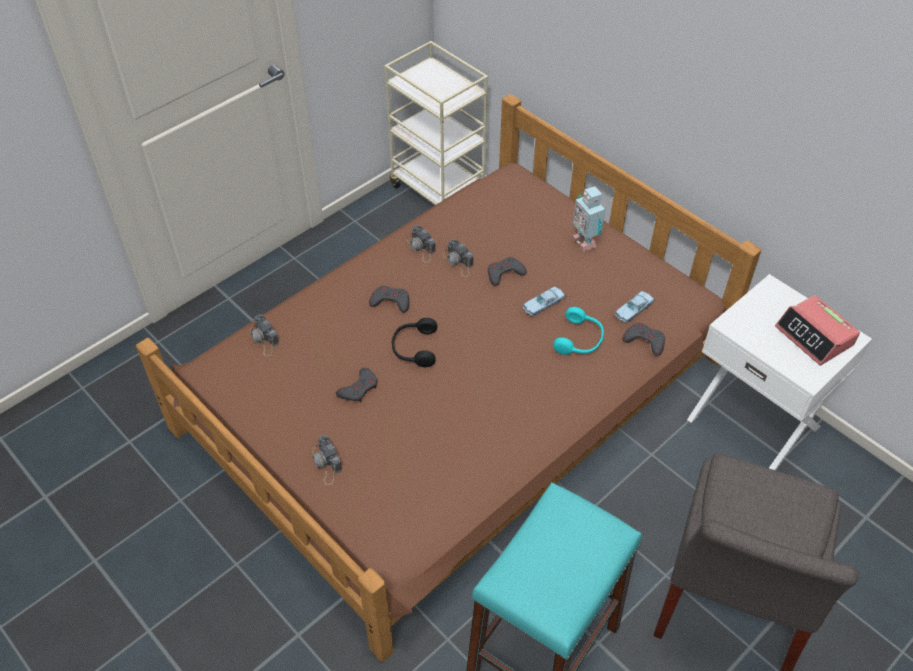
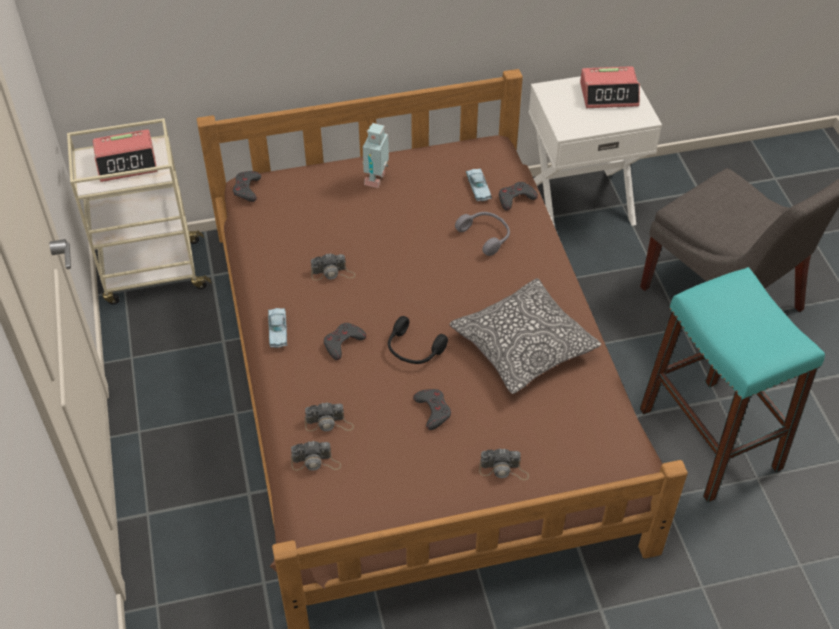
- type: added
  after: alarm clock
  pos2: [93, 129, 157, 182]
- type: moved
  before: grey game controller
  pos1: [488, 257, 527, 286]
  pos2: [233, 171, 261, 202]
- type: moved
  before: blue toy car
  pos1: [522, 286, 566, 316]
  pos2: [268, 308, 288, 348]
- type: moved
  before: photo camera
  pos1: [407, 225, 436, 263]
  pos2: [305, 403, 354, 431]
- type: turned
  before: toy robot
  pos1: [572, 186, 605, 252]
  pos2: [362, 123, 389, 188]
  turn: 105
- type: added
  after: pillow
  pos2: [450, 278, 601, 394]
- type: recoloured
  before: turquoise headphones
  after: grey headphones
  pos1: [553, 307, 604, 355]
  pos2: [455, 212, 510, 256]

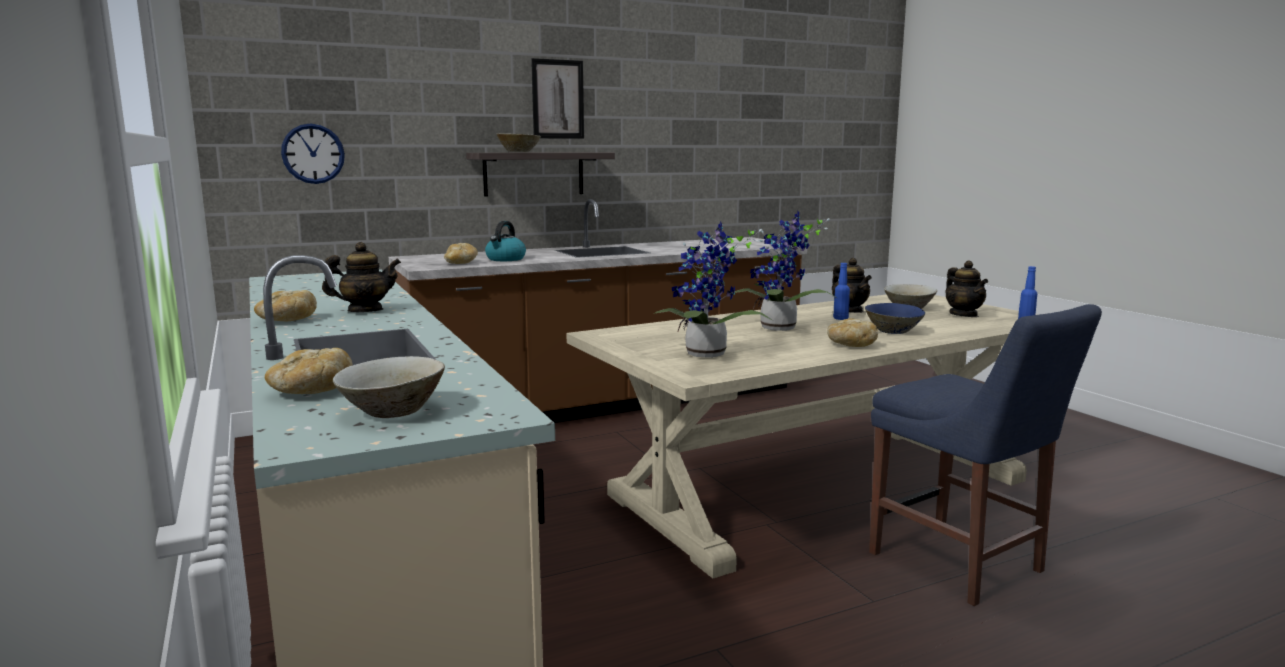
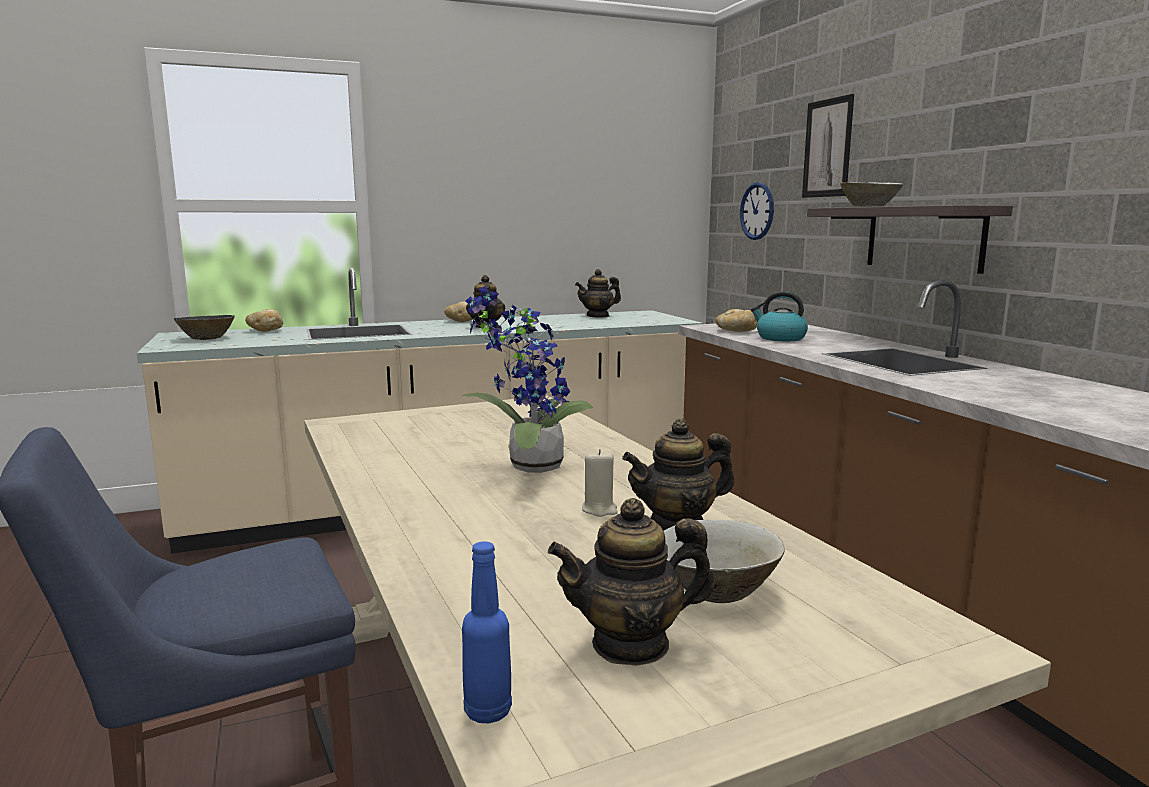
- type: recoloured
  before: beige bowl
  after: black bowl
  pos1: [333, 356, 445, 418]
  pos2: [174, 315, 235, 340]
- type: added
  after: teapot
  pos2: [575, 269, 621, 318]
- type: replaced
  before: blue bottle
  after: beige candle
  pos1: [833, 263, 850, 320]
  pos2: [582, 449, 618, 517]
- type: moved
  before: picture
  pos1: [531, 58, 584, 139]
  pos2: [802, 94, 854, 198]
- type: removed
  before: potted plant
  pos1: [654, 221, 772, 358]
- type: removed
  before: bread
  pos1: [827, 318, 878, 347]
- type: removed
  before: blue bowl
  pos1: [865, 303, 925, 334]

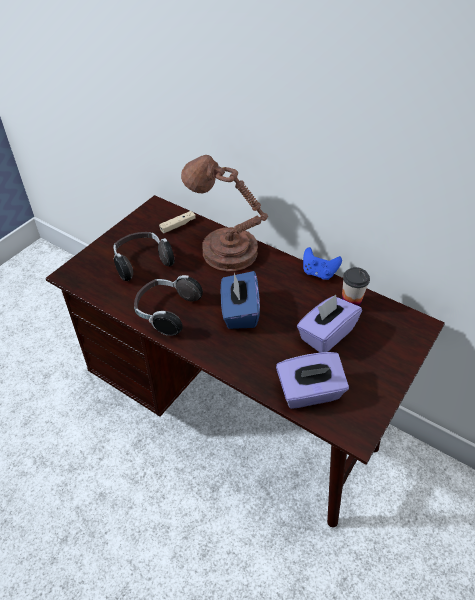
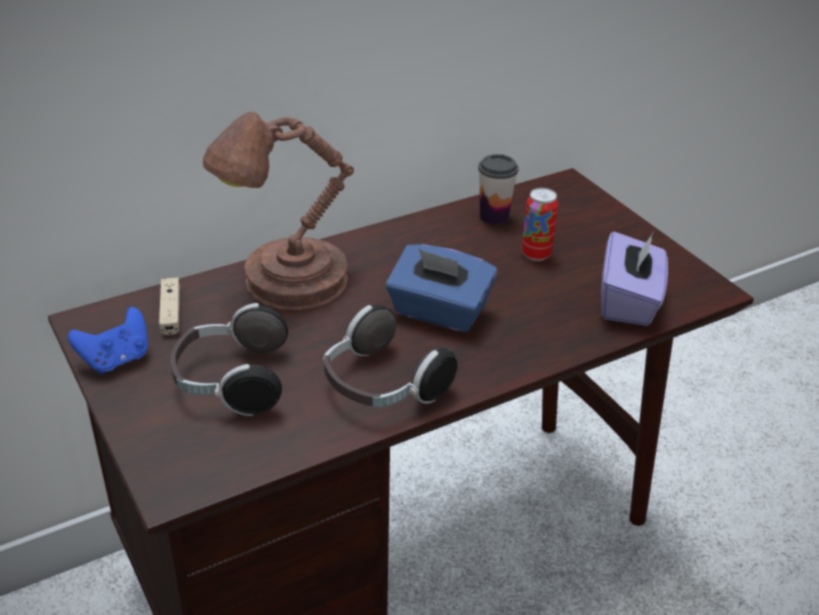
- type: moved
  before: blue game controller
  pos1: [303, 247, 342, 280]
  pos2: [68, 307, 148, 374]
- type: replaced
  before: purple tissue box
  after: can
  pos1: [297, 295, 362, 353]
  pos2: [522, 188, 558, 261]

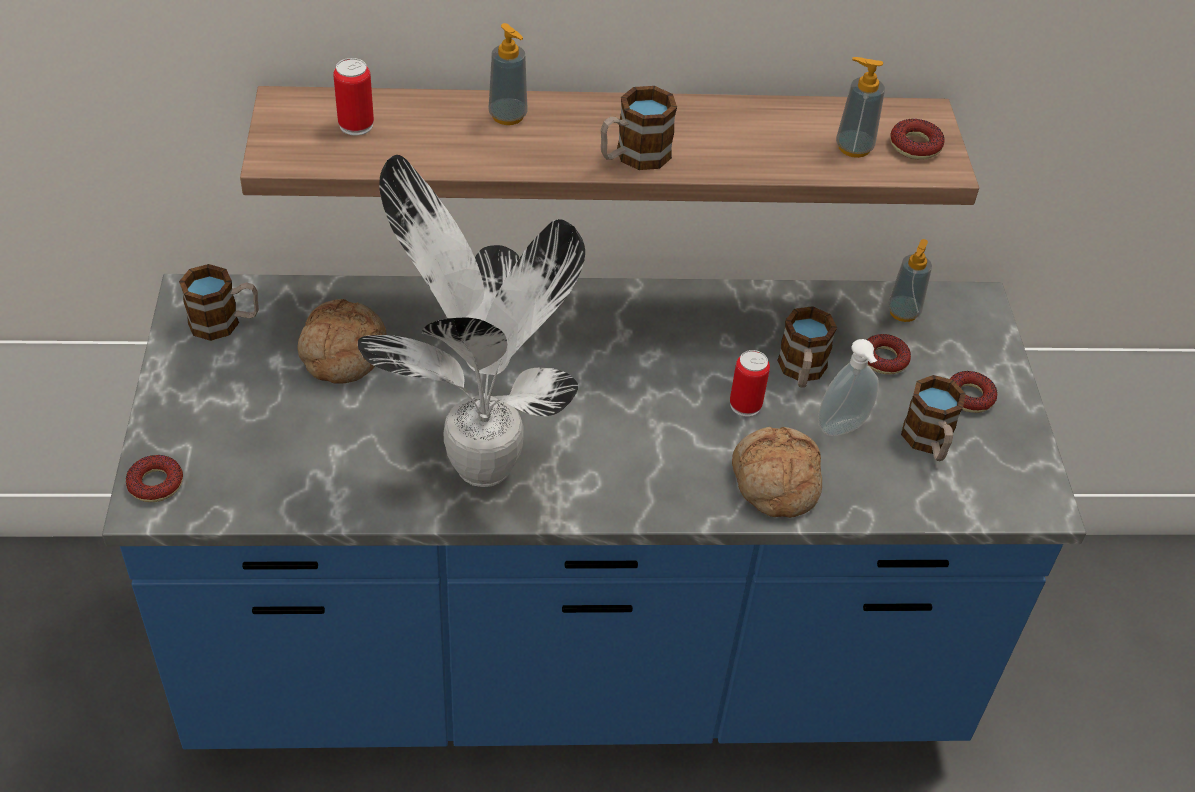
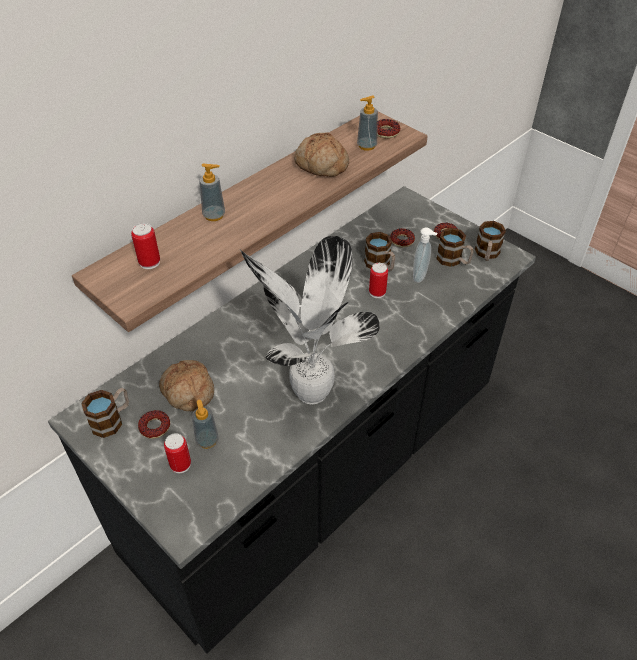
- type: recoloured
  before: blue counter
  after: black counter
  pos1: [102, 274, 1086, 749]
  pos2: [48, 186, 536, 654]
- type: moved
  before: donut
  pos1: [126, 455, 183, 502]
  pos2: [138, 410, 170, 439]
- type: added
  after: can
  pos2: [164, 433, 191, 473]
- type: moved
  before: soap dispenser
  pos1: [888, 239, 932, 322]
  pos2: [192, 400, 219, 449]
- type: moved
  before: bread
  pos1: [732, 427, 822, 518]
  pos2: [294, 133, 349, 177]
- type: moved
  before: mug
  pos1: [601, 86, 677, 170]
  pos2: [475, 221, 506, 261]

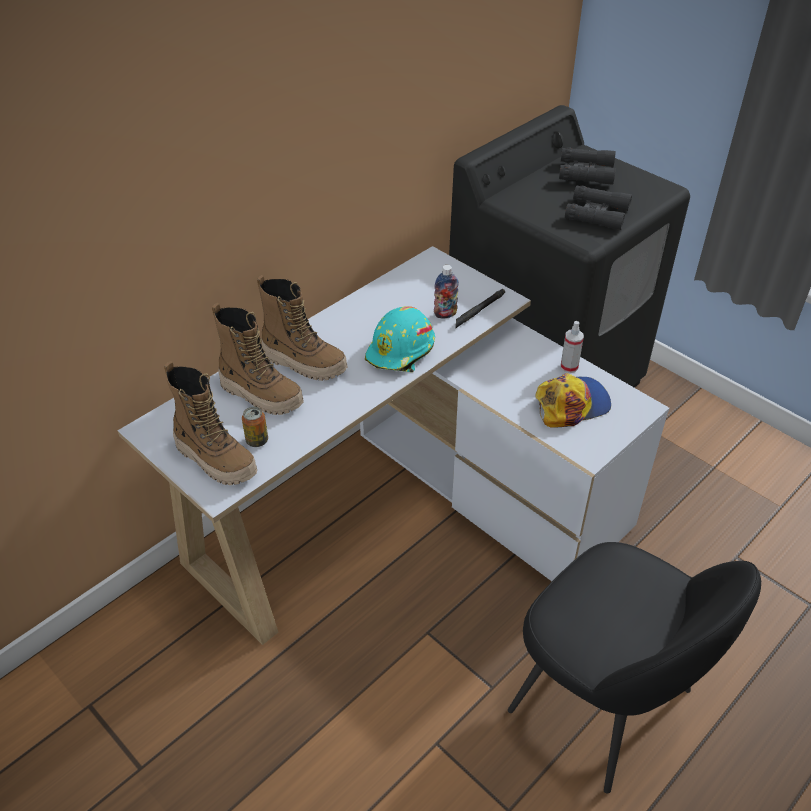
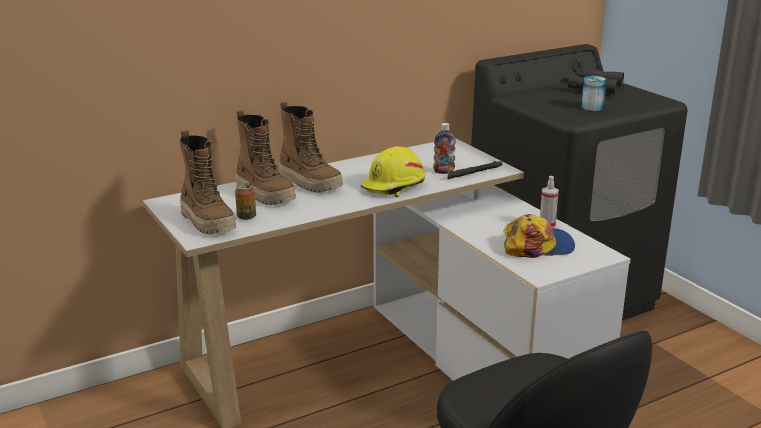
- type: recoloured
  before: turquoise hard hat
  after: yellow hard hat
  pos1: [365, 306, 435, 372]
  pos2: [361, 146, 425, 197]
- type: replaced
  before: black binoculars
  after: can
  pos1: [565, 185, 632, 230]
  pos2: [581, 76, 607, 111]

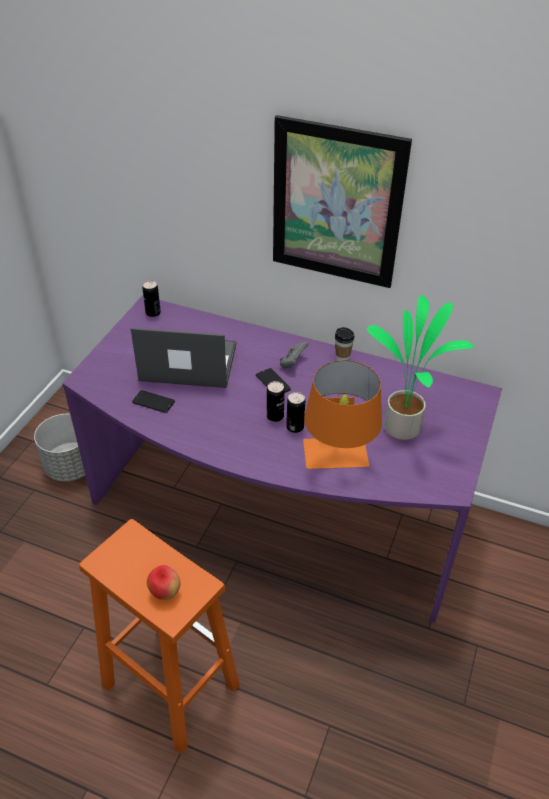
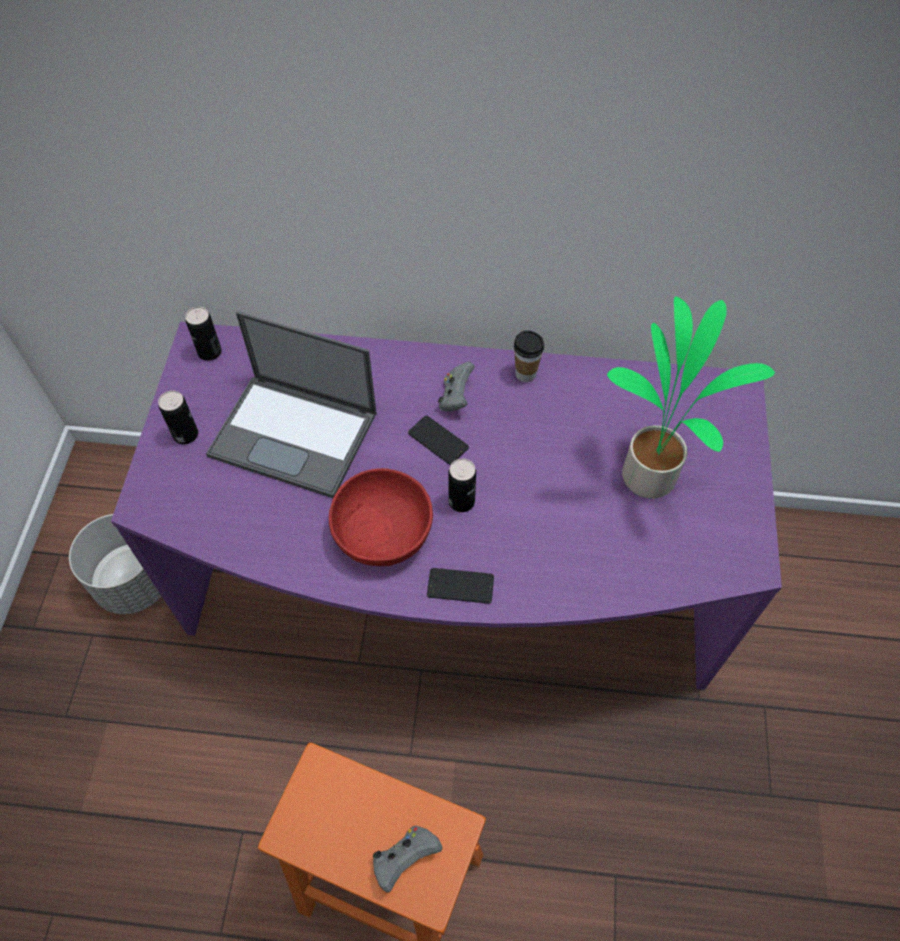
- type: moved
  before: can
  pos1: [286, 392, 305, 433]
  pos2: [158, 390, 198, 444]
- type: turned
  before: laptop
  pos1: [131, 328, 236, 388]
  pos2: [206, 311, 377, 498]
  turn: -150
- type: added
  after: red bowl
  pos2: [329, 468, 433, 566]
- type: replaced
  before: apple
  after: grey game controller
  pos1: [147, 565, 181, 600]
  pos2: [373, 826, 442, 892]
- type: moved
  before: phone
  pos1: [132, 390, 175, 413]
  pos2: [427, 568, 494, 604]
- type: removed
  before: picture
  pos1: [273, 115, 412, 288]
- type: removed
  before: orange table lamp
  pos1: [303, 360, 382, 469]

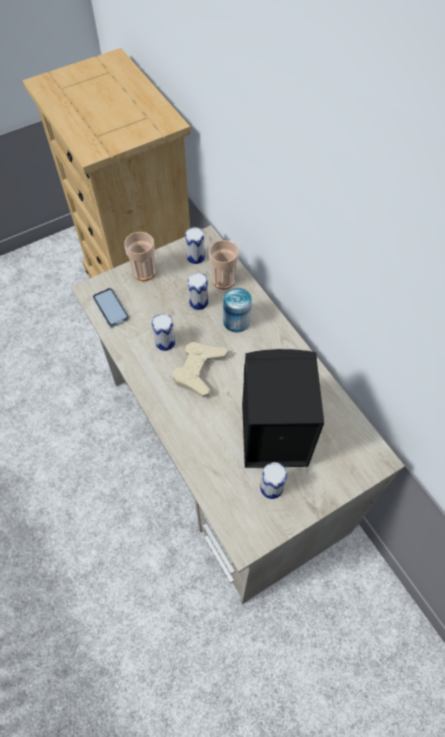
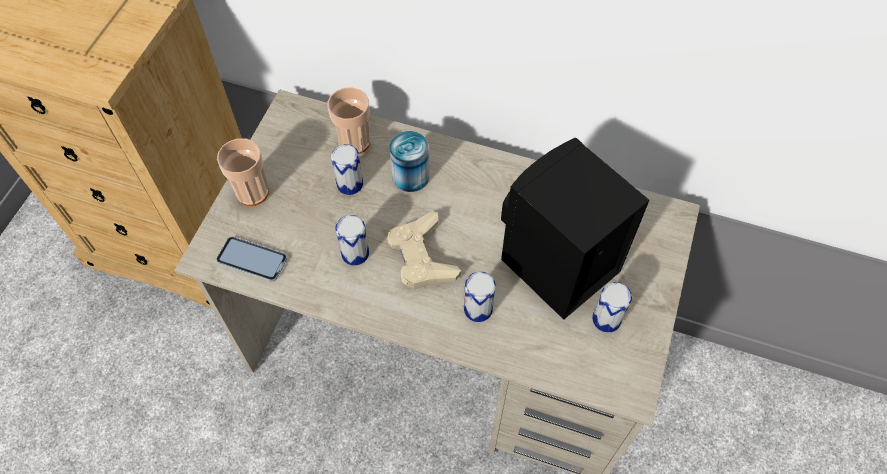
- type: moved
  before: can
  pos1: [185, 227, 205, 264]
  pos2: [464, 272, 496, 322]

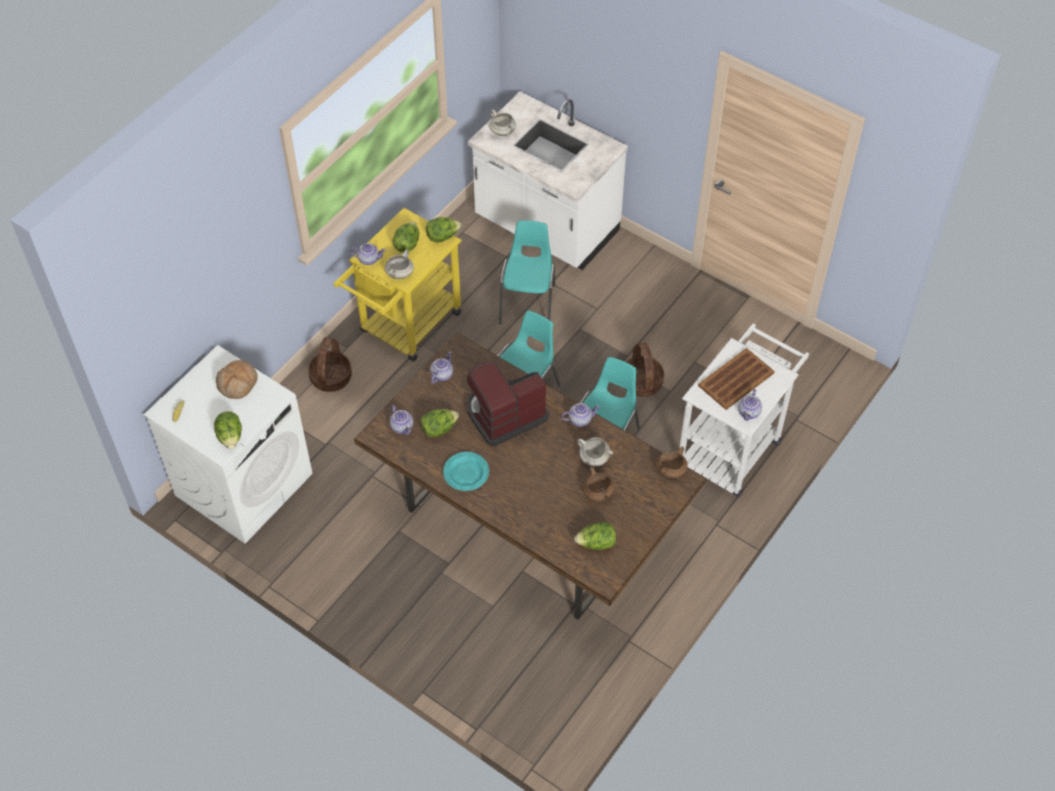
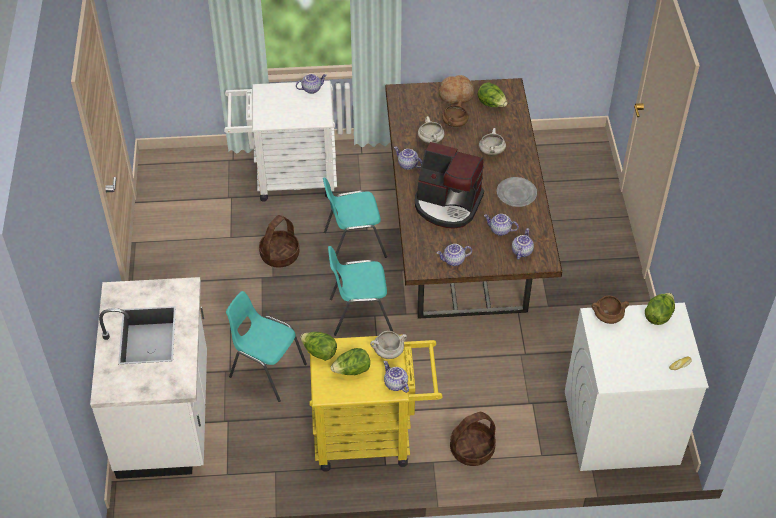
- type: turned
  before: turquoise chair
  pos1: [499, 220, 555, 324]
  pos2: [226, 291, 307, 402]
  turn: 60
- type: moved
  before: bread
  pos1: [216, 360, 258, 399]
  pos2: [439, 75, 474, 104]
- type: moved
  before: white cooking pot
  pos1: [489, 110, 516, 136]
  pos2: [479, 128, 506, 156]
- type: replaced
  before: lettuce
  after: teapot
  pos1: [420, 409, 459, 437]
  pos2: [484, 214, 519, 236]
- type: recoloured
  before: turquoise plate
  after: grey plate
  pos1: [443, 452, 489, 491]
  pos2: [497, 177, 537, 207]
- type: moved
  before: brown cooking pot
  pos1: [656, 447, 688, 478]
  pos2: [592, 296, 629, 324]
- type: removed
  before: brown tray
  pos1: [698, 348, 775, 410]

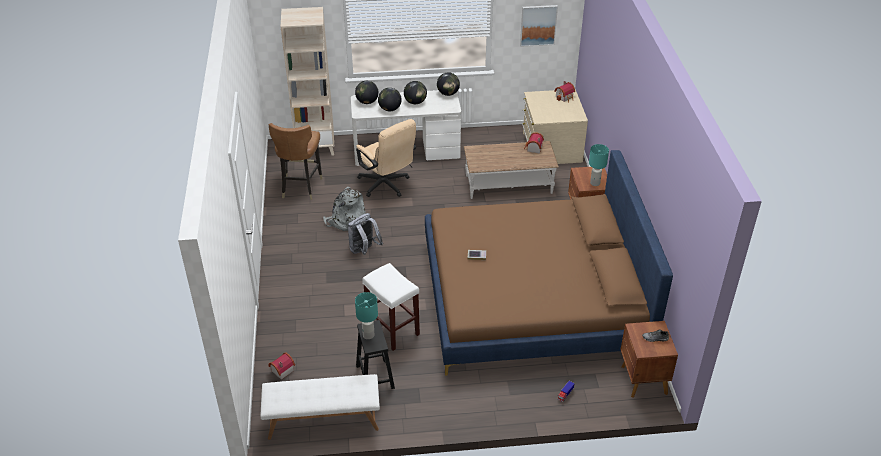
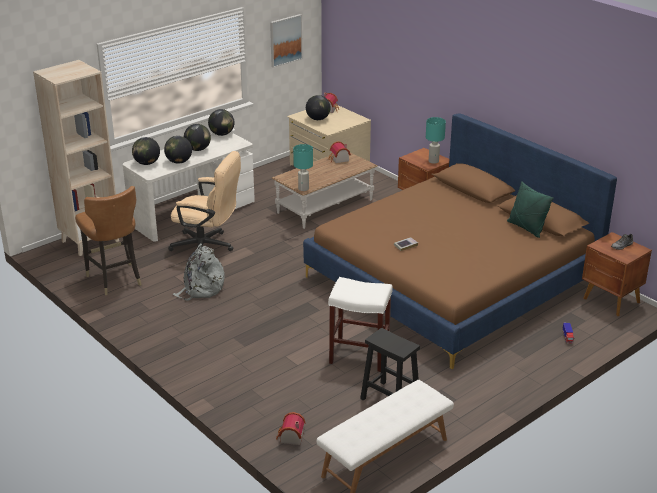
- type: moved
  before: turquoise table lamp
  pos1: [355, 292, 378, 339]
  pos2: [293, 144, 313, 191]
- type: added
  after: globe
  pos2: [306, 95, 331, 120]
- type: added
  after: green pillow
  pos2: [507, 181, 554, 238]
- type: removed
  before: grey backpack
  pos1: [348, 213, 383, 255]

